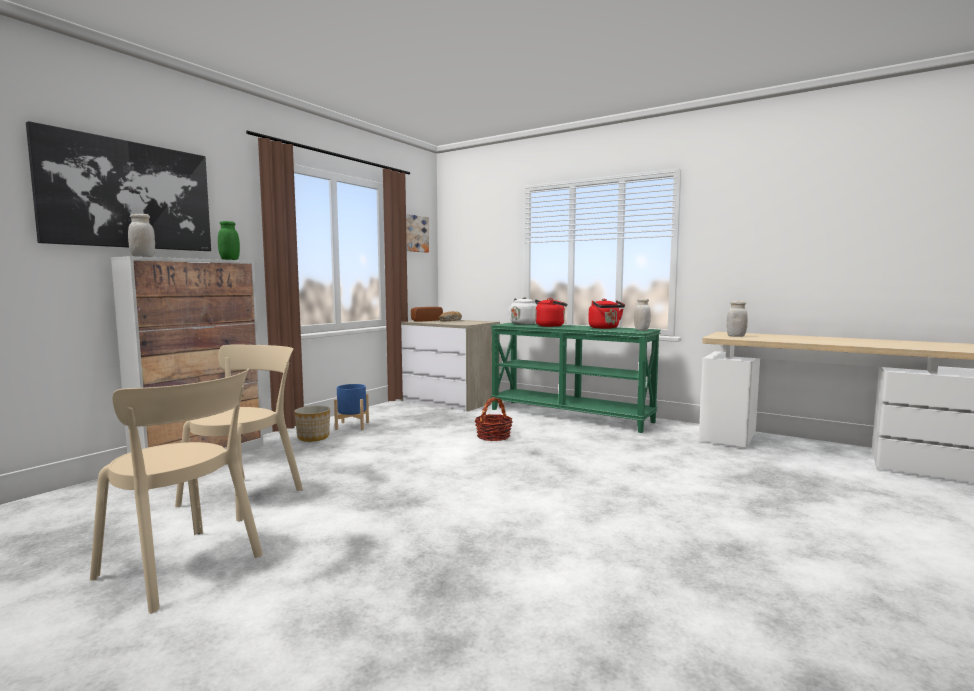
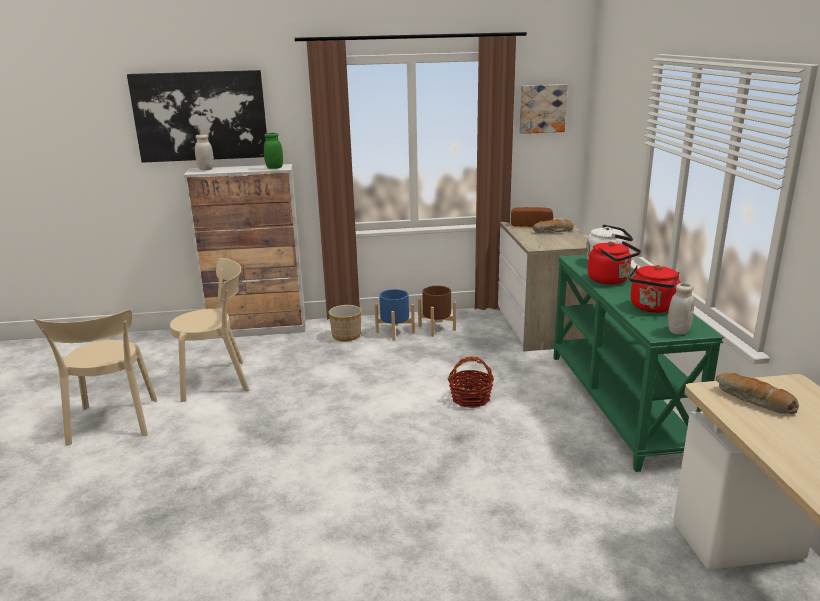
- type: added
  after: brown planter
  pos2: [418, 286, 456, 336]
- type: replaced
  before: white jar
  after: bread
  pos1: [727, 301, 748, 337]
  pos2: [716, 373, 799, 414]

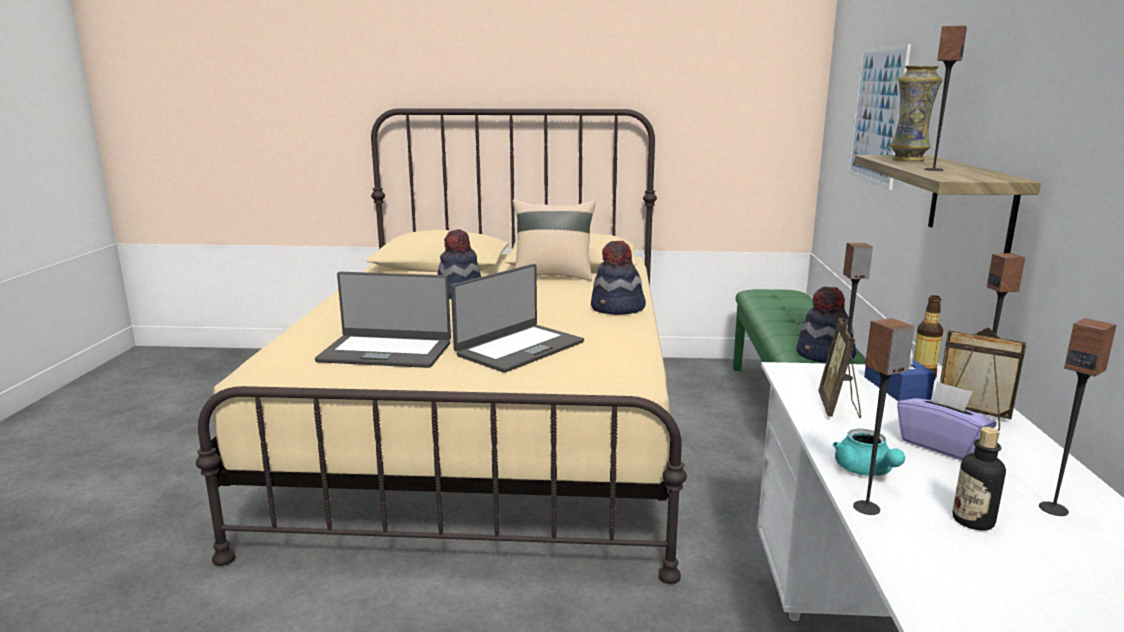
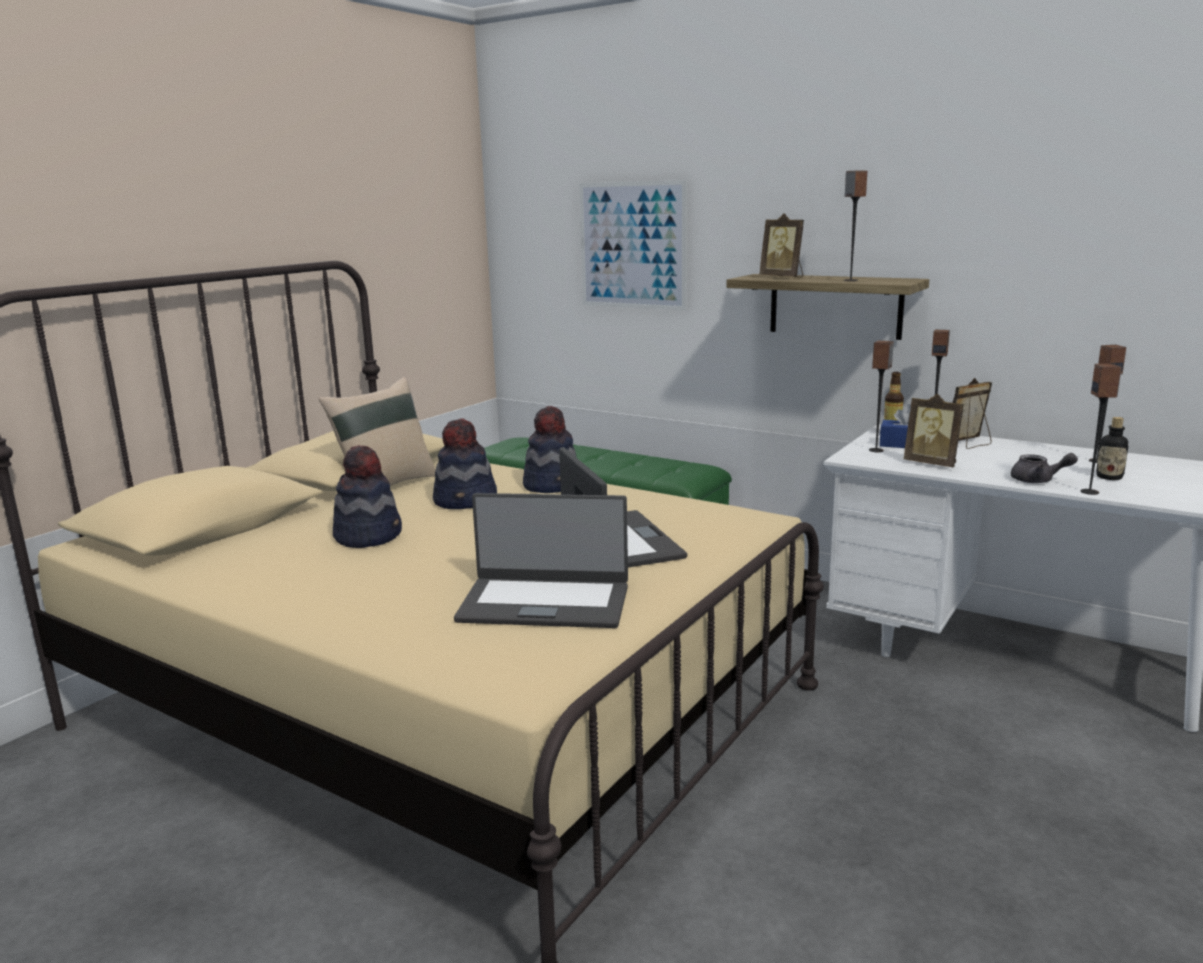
- type: moved
  before: hat
  pos1: [796, 287, 857, 363]
  pos2: [433, 418, 497, 509]
- type: turned
  before: laptop
  pos1: [315, 272, 451, 368]
  pos2: [454, 493, 628, 628]
  turn: 60
- type: replaced
  before: vase
  after: picture frame
  pos1: [890, 65, 942, 161]
  pos2: [759, 213, 804, 277]
- type: recoloured
  before: turquoise teapot
  after: grey teapot
  pos1: [833, 429, 905, 476]
  pos2: [1011, 453, 1078, 483]
- type: removed
  before: purple tissue box
  pos1: [897, 381, 996, 460]

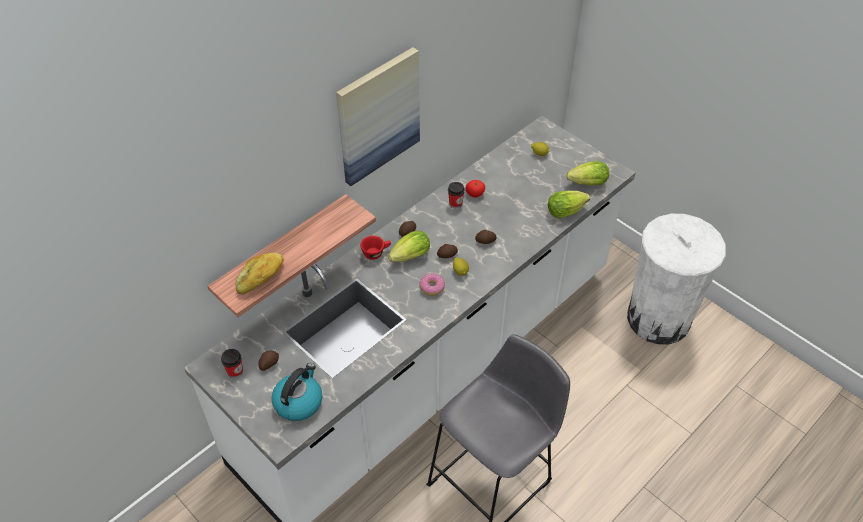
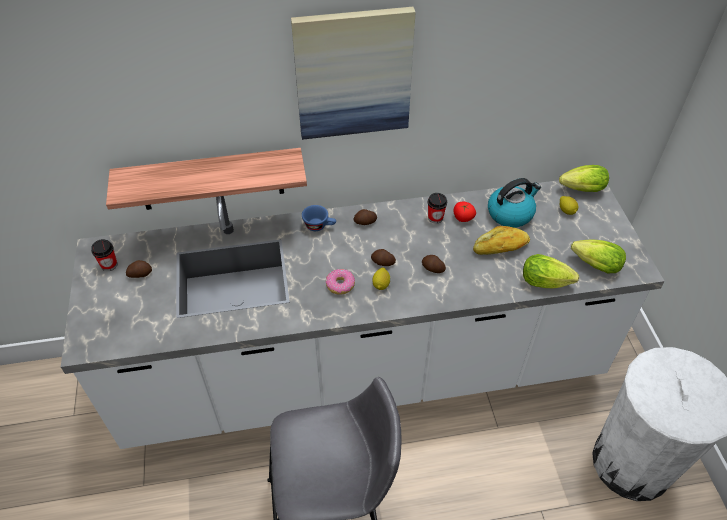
- type: recoloured
  before: red cup
  after: blue cup
  pos1: [360, 236, 391, 260]
  pos2: [302, 205, 336, 231]
- type: moved
  before: bread
  pos1: [236, 253, 284, 294]
  pos2: [473, 226, 530, 255]
- type: moved
  before: kettle
  pos1: [272, 363, 322, 421]
  pos2: [488, 178, 541, 228]
- type: moved
  before: lettuce
  pos1: [388, 231, 430, 262]
  pos2: [559, 165, 609, 192]

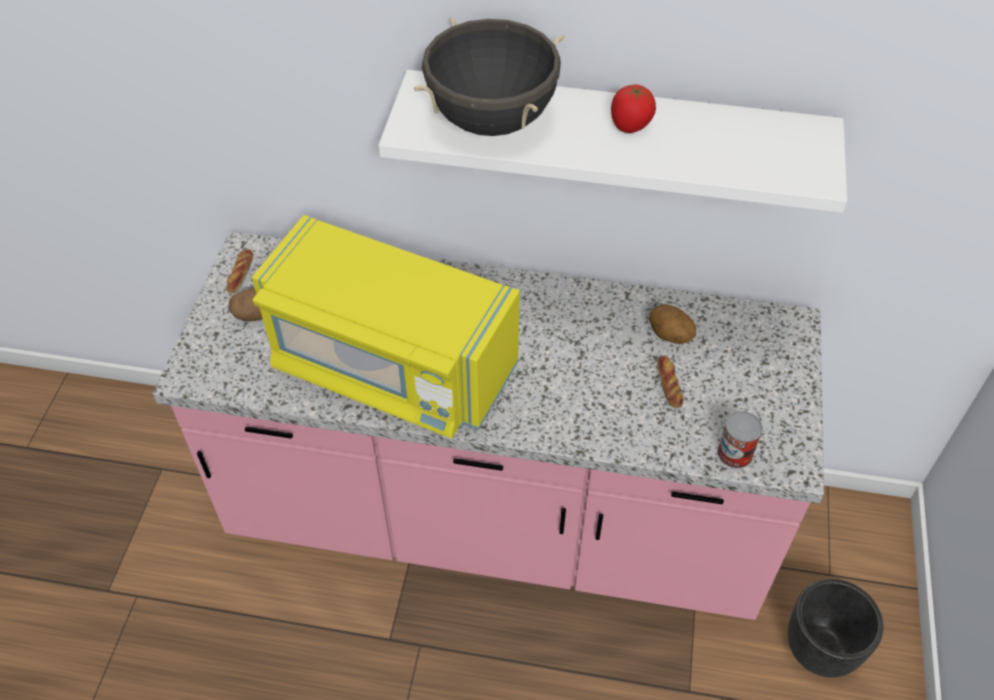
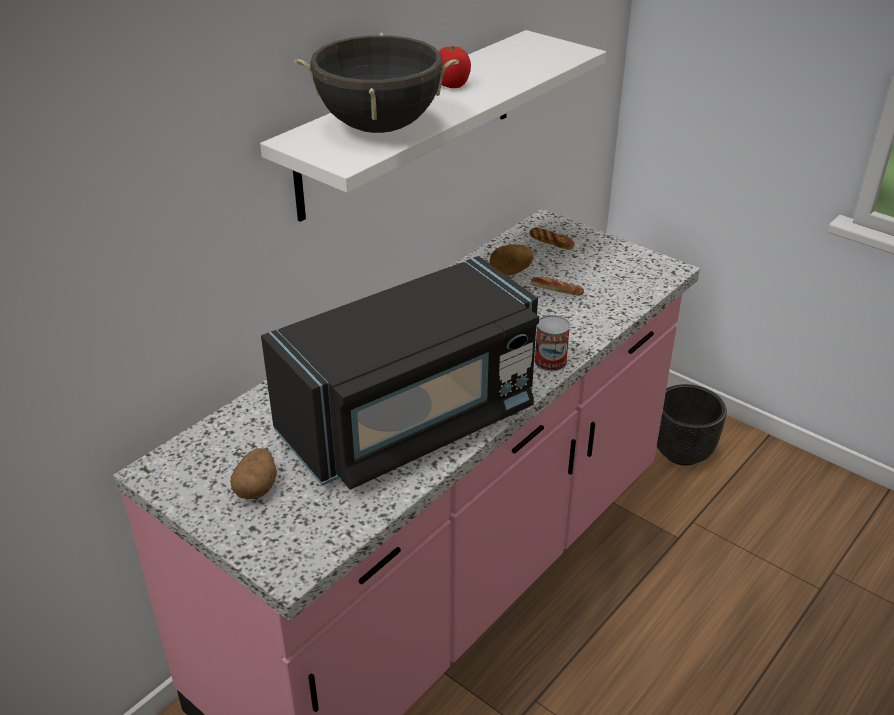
- type: recoloured
  before: yellow microwave
  after: black microwave
  pos1: [252, 215, 520, 439]
  pos2: [261, 256, 539, 490]
- type: moved
  before: bread
  pos1: [227, 249, 253, 294]
  pos2: [529, 227, 575, 250]
- type: moved
  before: can
  pos1: [717, 411, 763, 469]
  pos2: [534, 315, 570, 371]

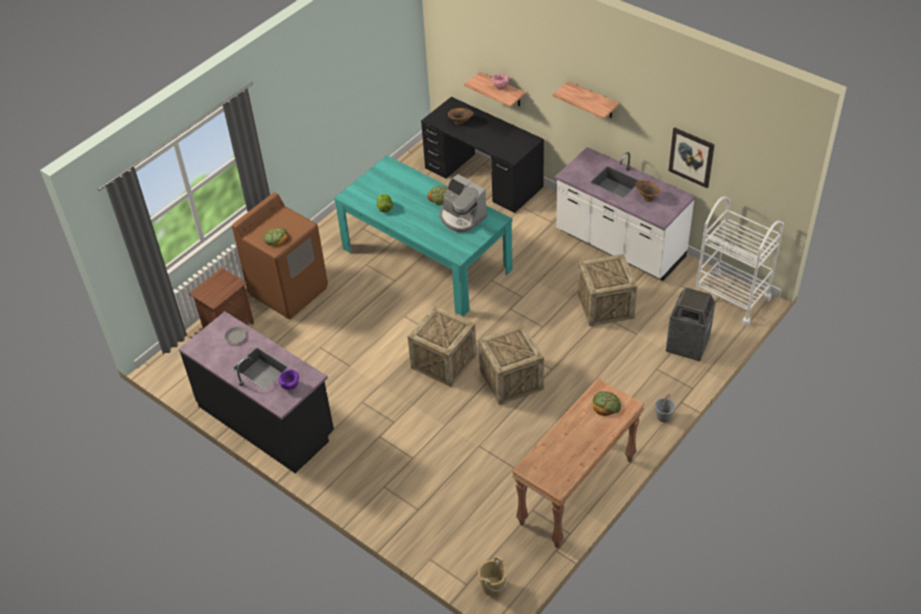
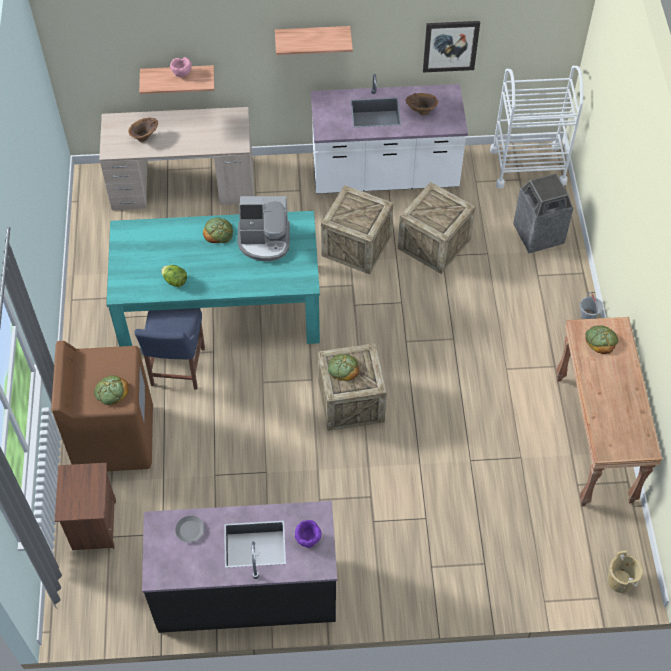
- type: recoloured
  before: black desk
  after: beige desk
  pos1: [421, 97, 544, 213]
  pos2: [99, 107, 254, 210]
- type: added
  after: blue chair
  pos2: [135, 308, 205, 390]
- type: moved
  before: crate
  pos1: [478, 324, 544, 405]
  pos2: [321, 185, 393, 274]
- type: added
  after: bread
  pos2: [328, 354, 359, 381]

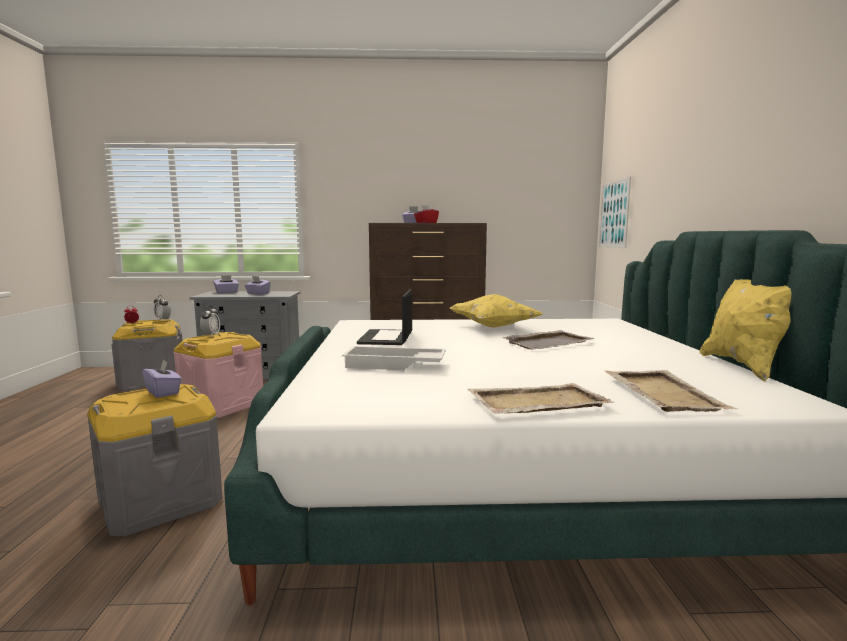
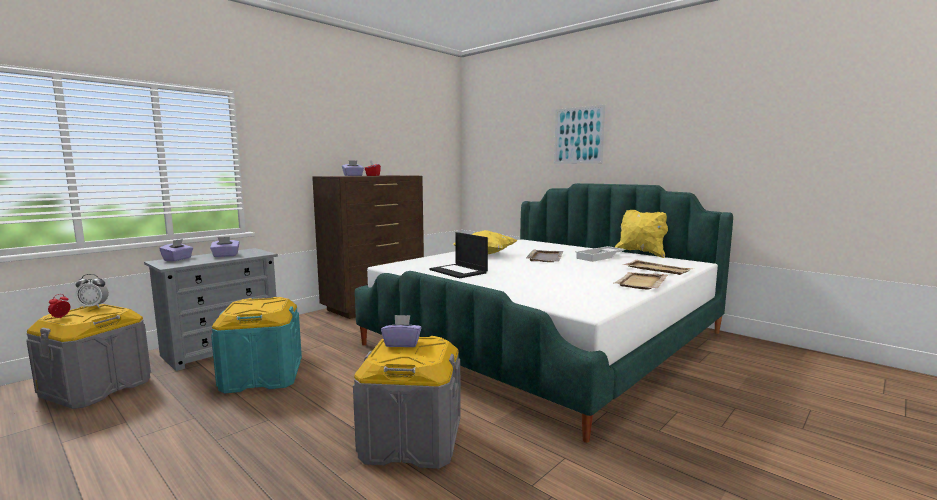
- type: recoloured
  before: pink storage box
  after: turquoise storage box
  pos1: [174, 332, 263, 418]
  pos2: [211, 297, 302, 394]
- type: moved
  before: picture
  pos1: [599, 176, 631, 248]
  pos2: [554, 105, 605, 164]
- type: moved
  before: white tray
  pos1: [342, 346, 446, 370]
  pos2: [575, 246, 625, 262]
- type: removed
  before: alarm clock
  pos1: [200, 306, 220, 337]

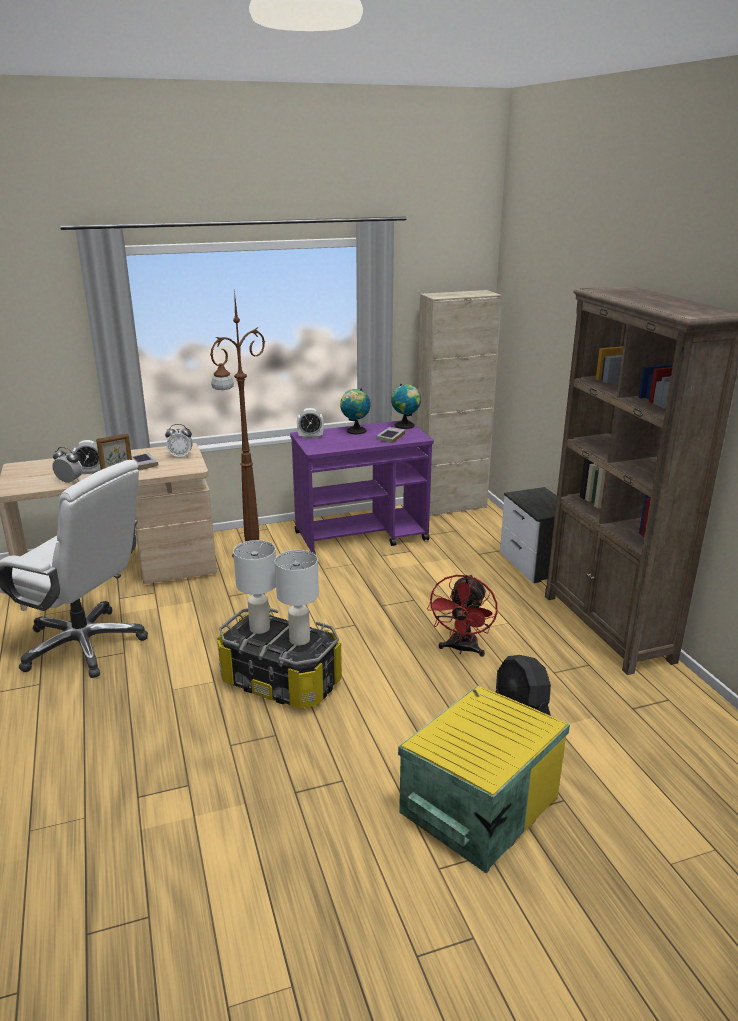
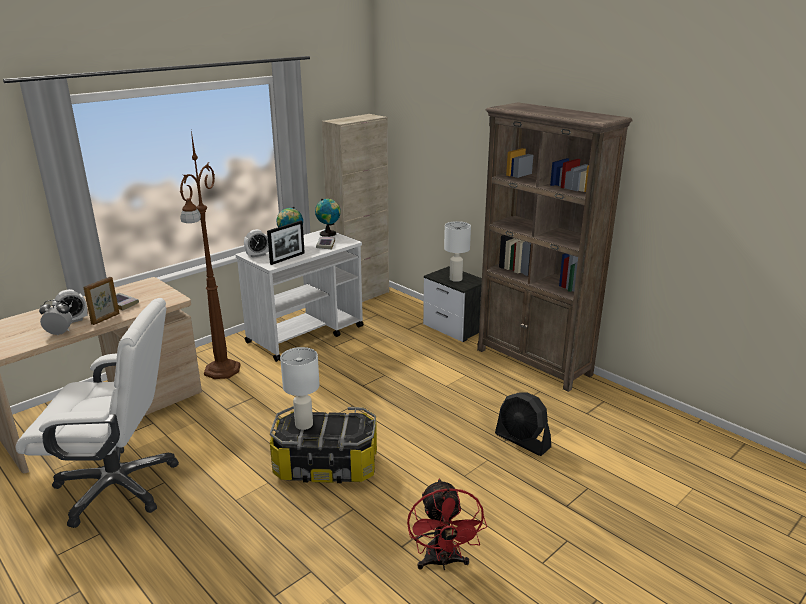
- type: recoloured
  before: purple cart
  after: white cart
  pos1: [290, 420, 434, 555]
  pos2: [236, 229, 364, 362]
- type: added
  after: picture frame
  pos2: [267, 220, 305, 265]
- type: moved
  before: red fan
  pos1: [427, 575, 498, 657]
  pos2: [407, 479, 487, 570]
- type: moved
  before: white table lamp
  pos1: [275, 550, 319, 646]
  pos2: [444, 221, 471, 282]
- type: removed
  before: alarm clock
  pos1: [165, 424, 193, 458]
- type: removed
  before: yellow storage box
  pos1: [398, 685, 570, 873]

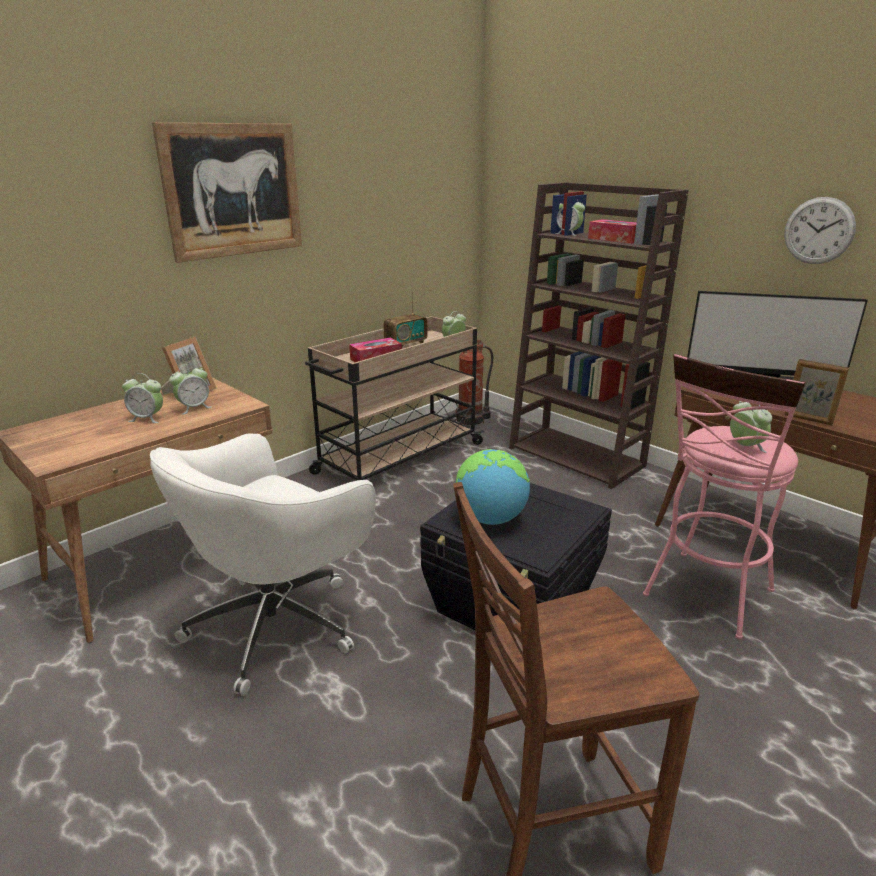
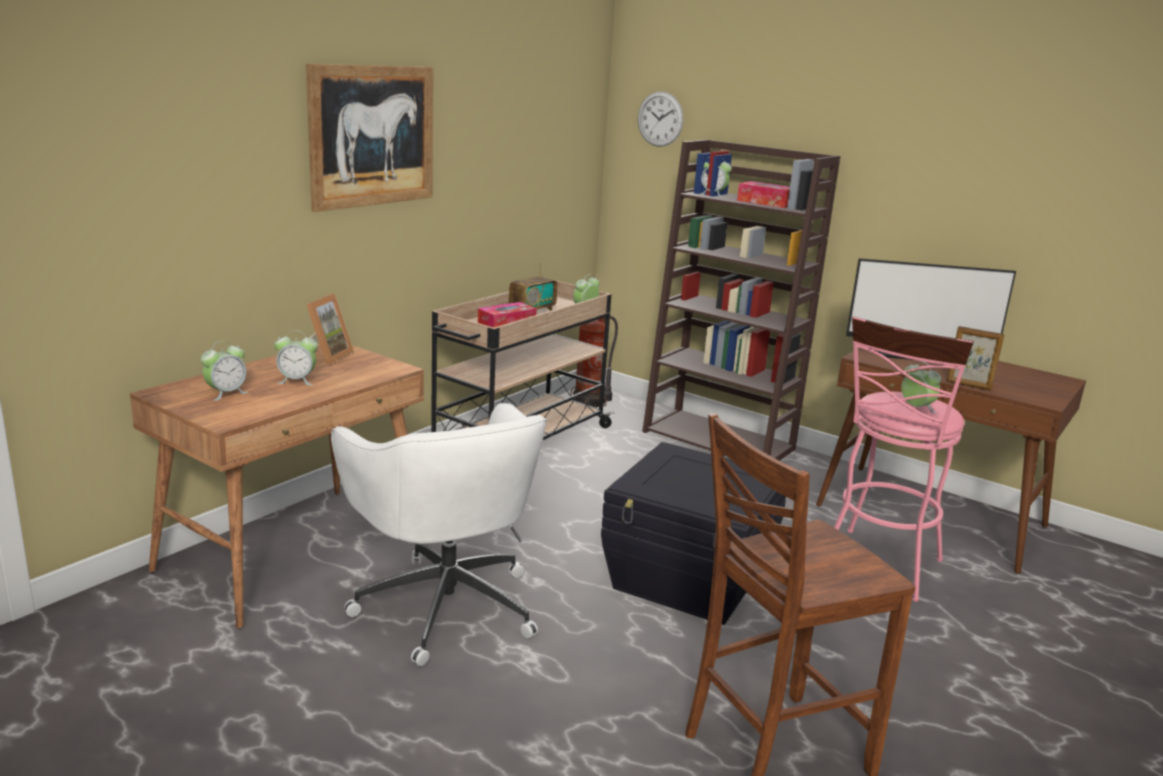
- type: moved
  before: alarm clock
  pos1: [169, 364, 212, 415]
  pos2: [201, 341, 248, 401]
- type: turned
  before: white office chair
  pos1: [150, 433, 376, 696]
  pos2: [331, 403, 547, 666]
  turn: -60
- type: moved
  before: wall clock
  pos1: [784, 197, 856, 264]
  pos2: [638, 91, 683, 147]
- type: removed
  before: globe
  pos1: [455, 449, 530, 525]

